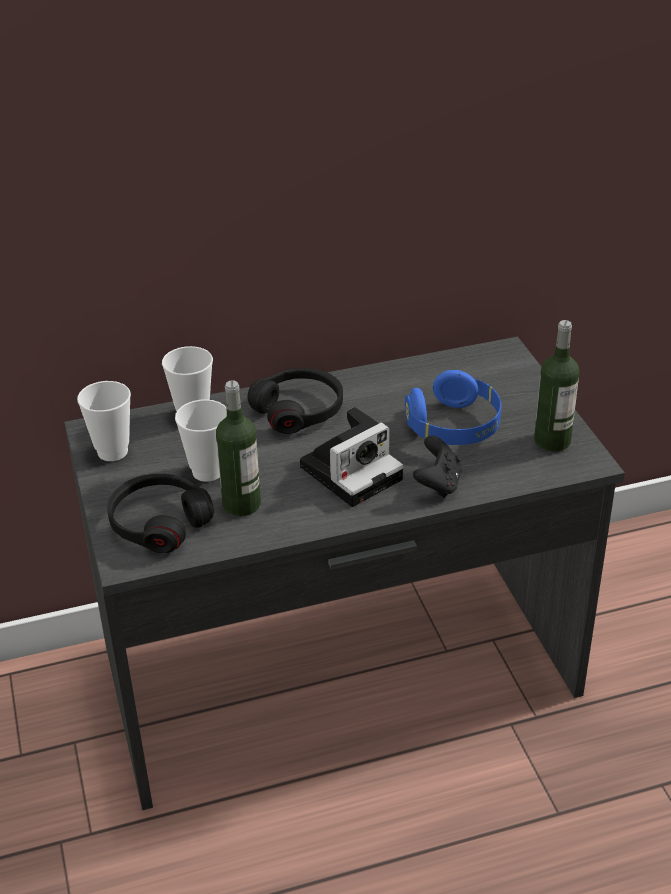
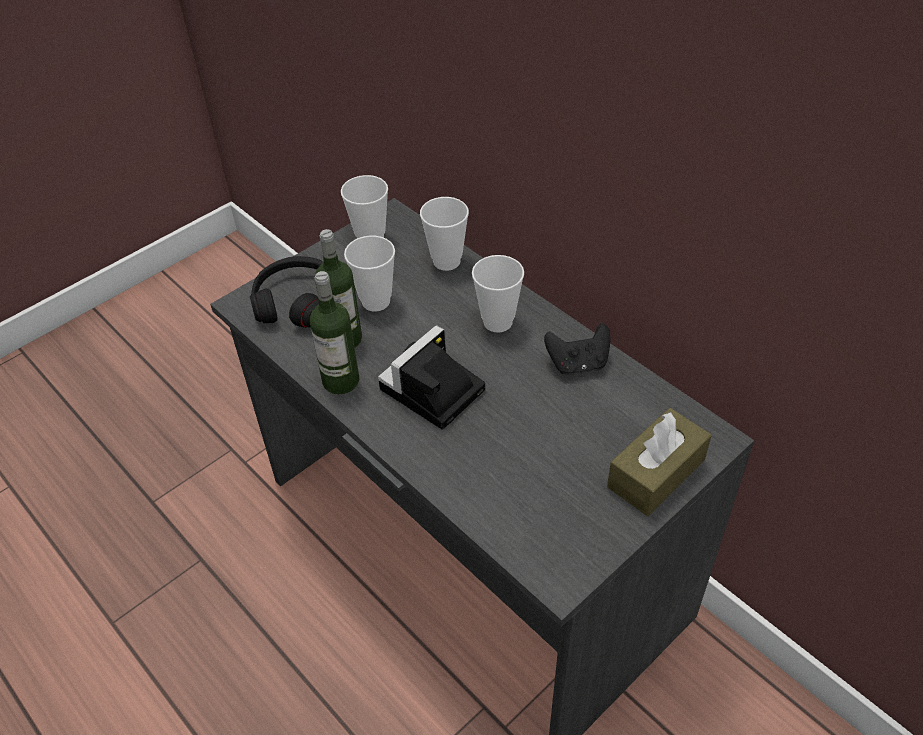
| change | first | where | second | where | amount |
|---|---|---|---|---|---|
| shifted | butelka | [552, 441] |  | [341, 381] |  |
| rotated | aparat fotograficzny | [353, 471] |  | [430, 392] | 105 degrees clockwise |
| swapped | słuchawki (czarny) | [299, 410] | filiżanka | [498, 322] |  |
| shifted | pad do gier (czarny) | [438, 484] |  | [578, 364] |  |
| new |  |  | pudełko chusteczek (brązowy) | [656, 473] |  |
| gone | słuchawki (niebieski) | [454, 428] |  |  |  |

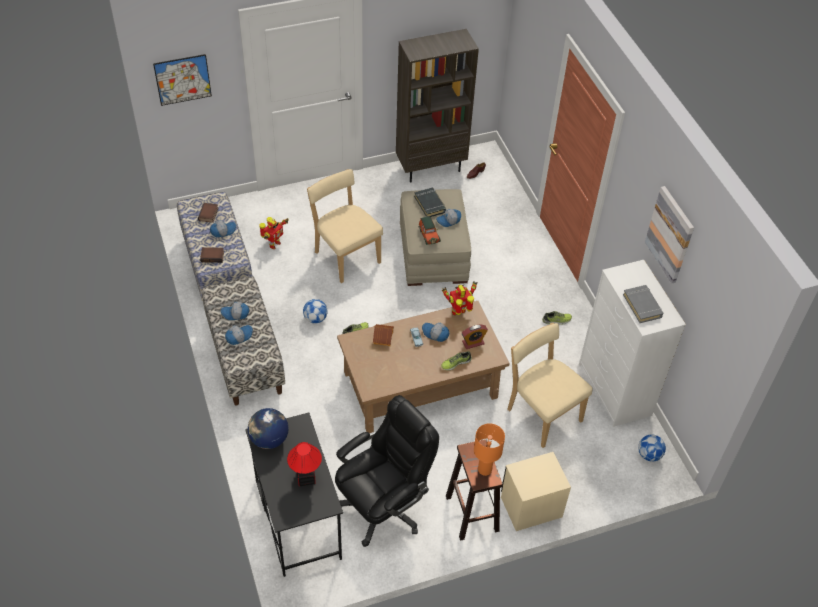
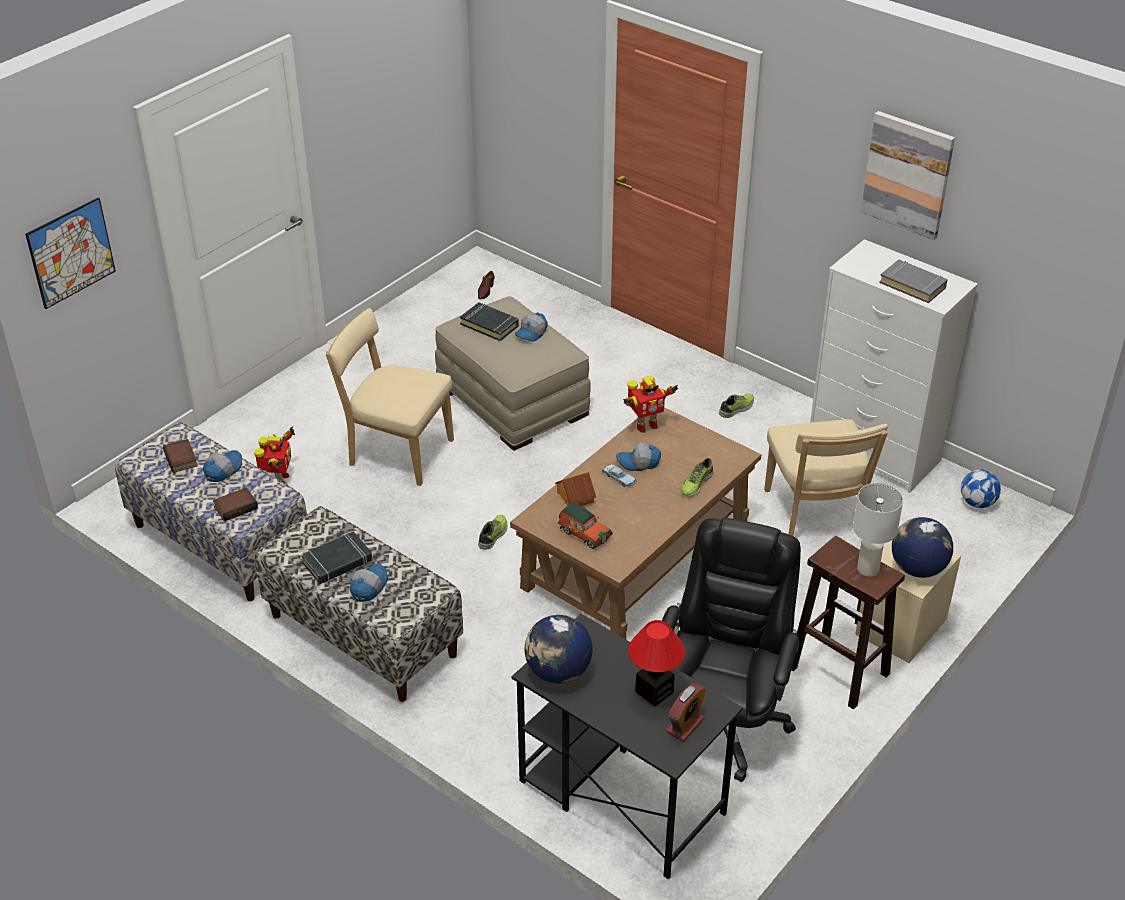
| change | first | where | second | where | amount |
|---|---|---|---|---|---|
| swapped | czapka z daszkiem | [235, 314] | książka (czarny) | [337, 562] |  |
| shifted | samochodzik | [428, 235] |  | [583, 533] |  |
| rotated | robot zabawkowy | [459, 312] |  | [645, 426] | 150 degrees counterclockwise |
| shifted | budzik | [473, 343] |  | [685, 725] |  |
| rotated | krzesło (beżowy) | [541, 413] |  | [814, 517] | 120 degrees counterclockwise |
| repainted | lampa stołowa (pomarańczowy) | [484, 469] | lampa stołowa (biały) | [867, 568] |  |
| new |  |  | globus | [917, 568] |  |
| gone | piłka futbolowa | [315, 318] |  |  |  |
| gone | regał (brązowy) | [431, 168] |  |  |  |

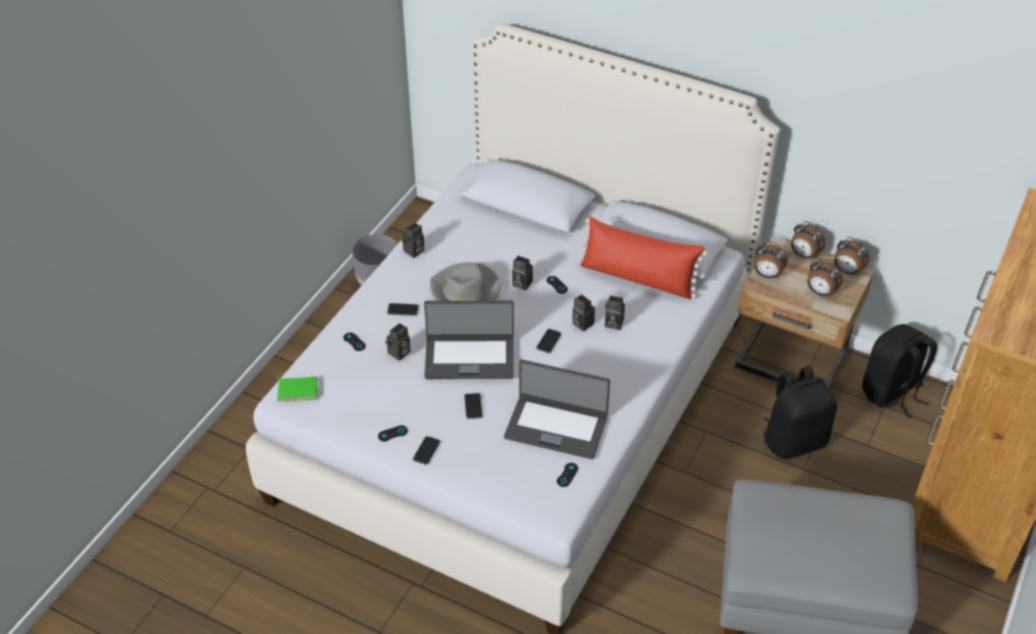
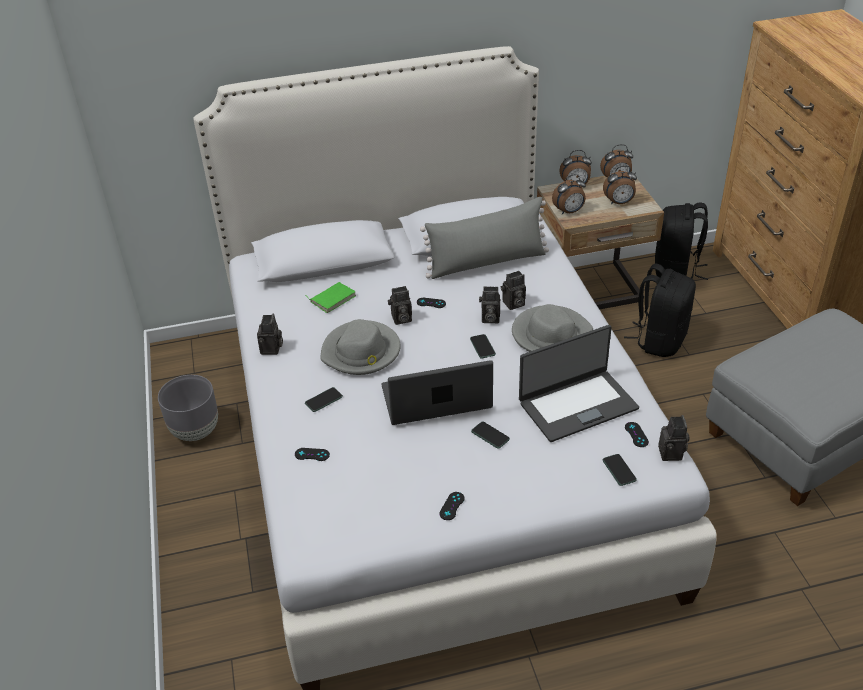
| change | first | where | second | where | amount |
|---|---|---|---|---|---|
| shifted | książka (zielony) | [298, 389] |  | [332, 298] |  |
| rotated | laptop | [469, 357] |  | [436, 399] | 150 degrees counterclockwise |
| repainted | poduszka (czerwony) | [638, 278] | poduszka (szary) | [487, 262] |  |
| new |  |  | kapelusz (szary) | [550, 334] |  |
| shifted | telefon | [426, 451] |  | [619, 470] |  |
| shifted | aparat fotograficzny | [399, 353] |  | [672, 454] |  |

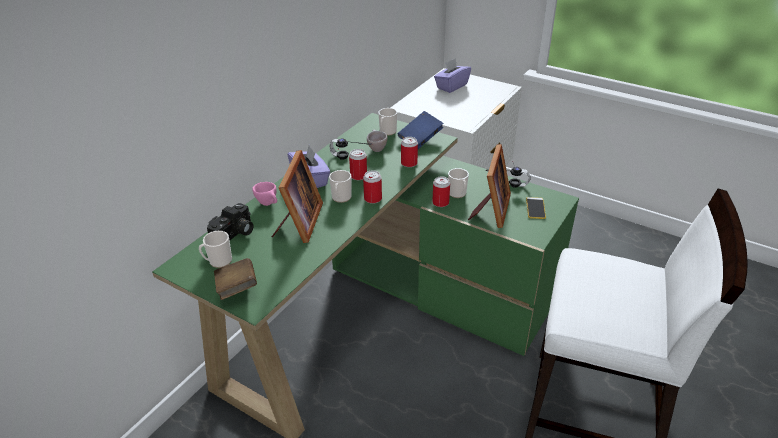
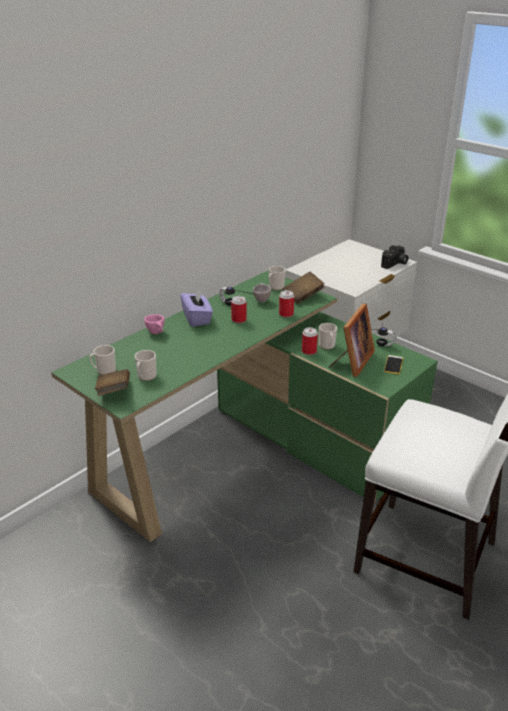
| change | first | where | second | where | amount |
|---|---|---|---|---|---|
| shifted | kubek | [340, 198] |  | [145, 376] |  |
| repainted | książka (niebieski) | [420, 139] | książka (brązowy) | [303, 296] |  |
| shifted | aparat fotograficzny | [235, 234] |  | [395, 264] |  |
| gone | ramka na zdjęcie | [299, 223] |  |  |  |
| gone | puszka | [373, 199] |  |  |  |
| gone | pudełko chusteczek (fioletowy) | [451, 86] |  |  |  |

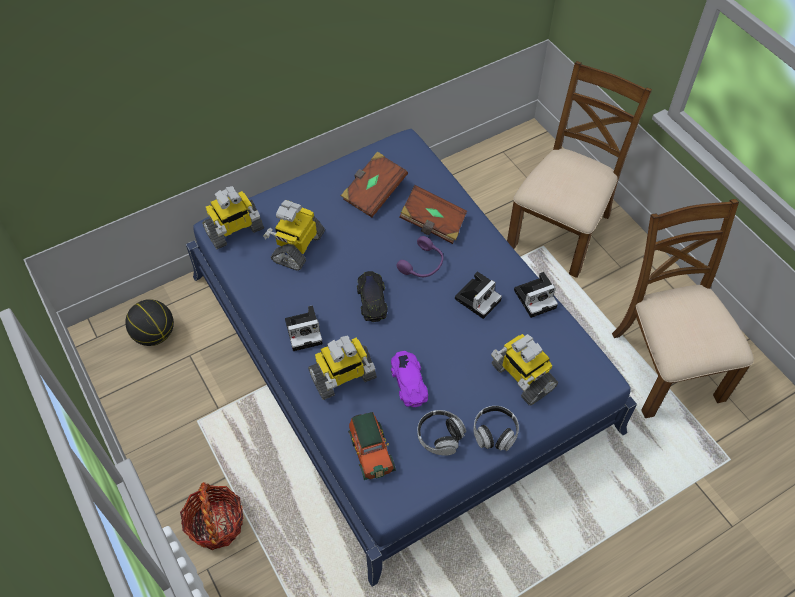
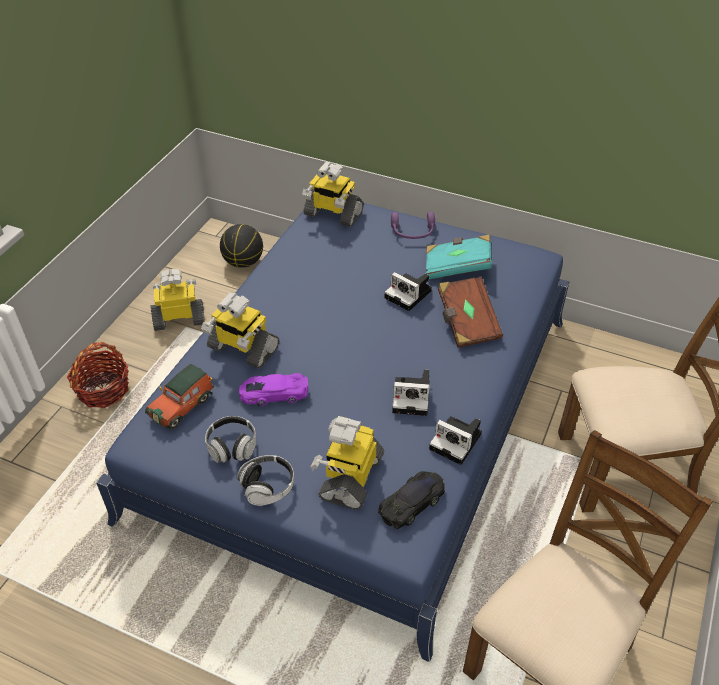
| change | first | where | second | where | amount |
|---|---|---|---|---|---|
| shifted | robot zabawkowy | [297, 247] |  | [180, 318] |  |
| rotated | samochodzik (fioletowy) | [408, 381] |  | [274, 393] | 135 degrees counterclockwise |
| shifted | samochodzik (czarny) | [372, 299] |  | [412, 502] |  |
| shifted | aparat fotograficzny | [305, 331] |  | [409, 295] |  |
| shifted | słuchawki (fioletowy) | [423, 265] |  | [413, 233] |  |
| repainted | książka (brązowy) | [373, 193] | książka (turkusowy) | [457, 267] |  |

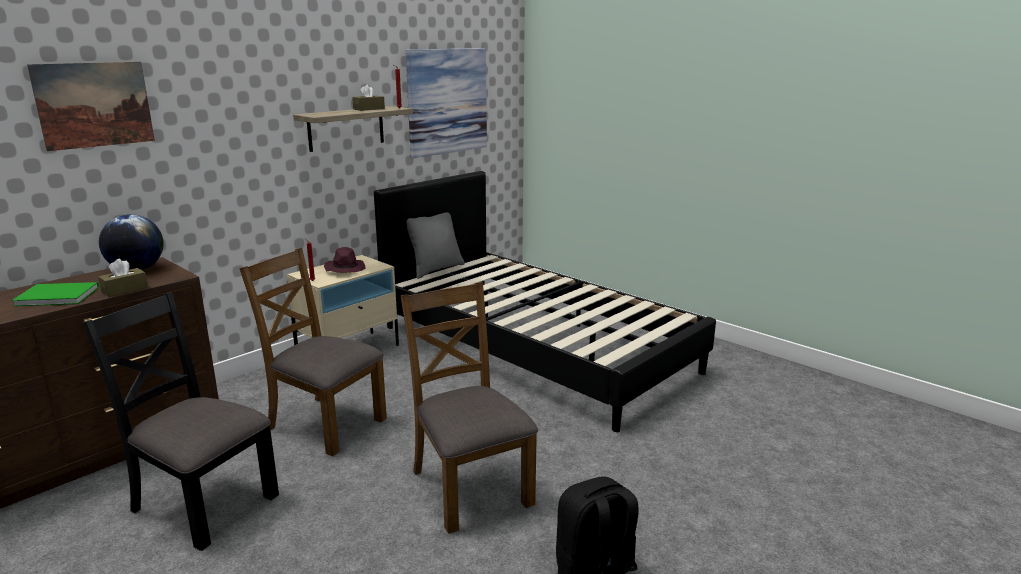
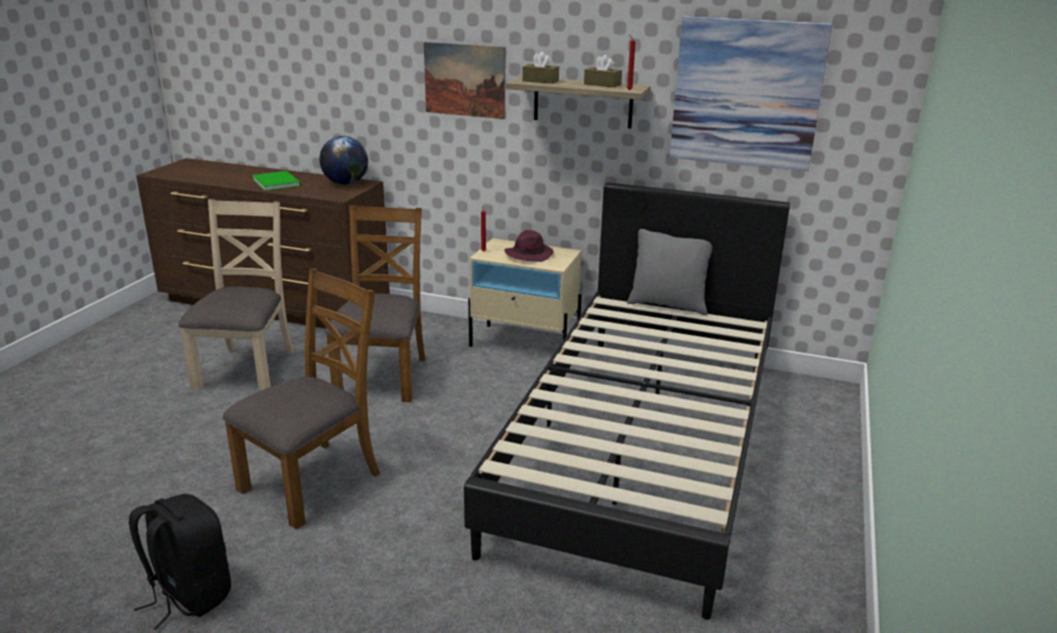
| change | first | where | second | where | amount |
|---|---|---|---|---|---|
| repainted | krzesło (czarny) | [203, 503] | krzesło (beżowy) | [247, 369] |  |
| shifted | obraz | [94, 105] |  | [464, 80] |  |
| shifted | pudełko chusteczek (brązowy) | [124, 289] |  | [540, 81] |  |

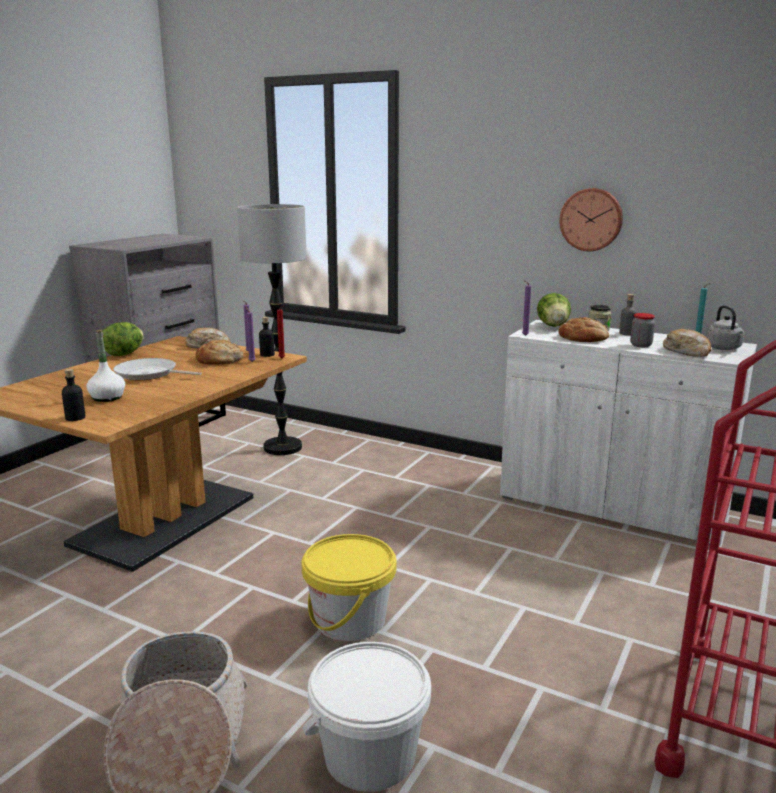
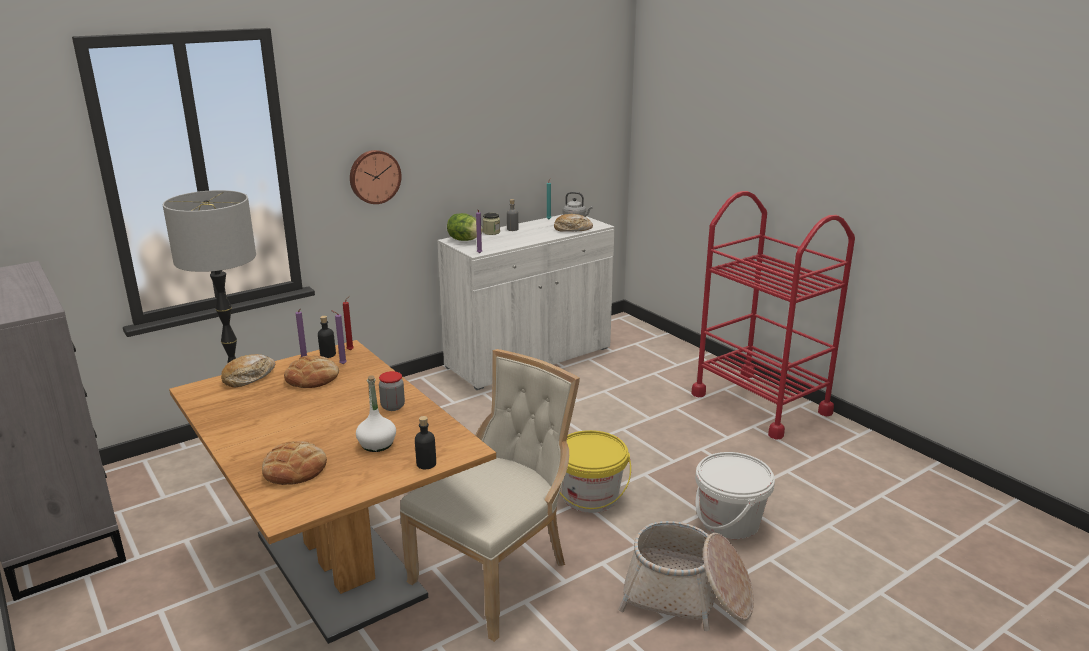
| change | first | where | second | where | amount |
|---|---|---|---|---|---|
| shifted | chleb | [583, 337] |  | [294, 469] |  |
| shifted | zegar ścienny | [591, 219] |  | [374, 176] |  |
| shifted | słoik | [640, 345] |  | [393, 406] |  |
| new |  |  | krzesło (beżowy) | [496, 575] |  |
| gone | sałata | [124, 354] |  |  |  |
| gone | patelnia | [149, 374] |  |  |  |

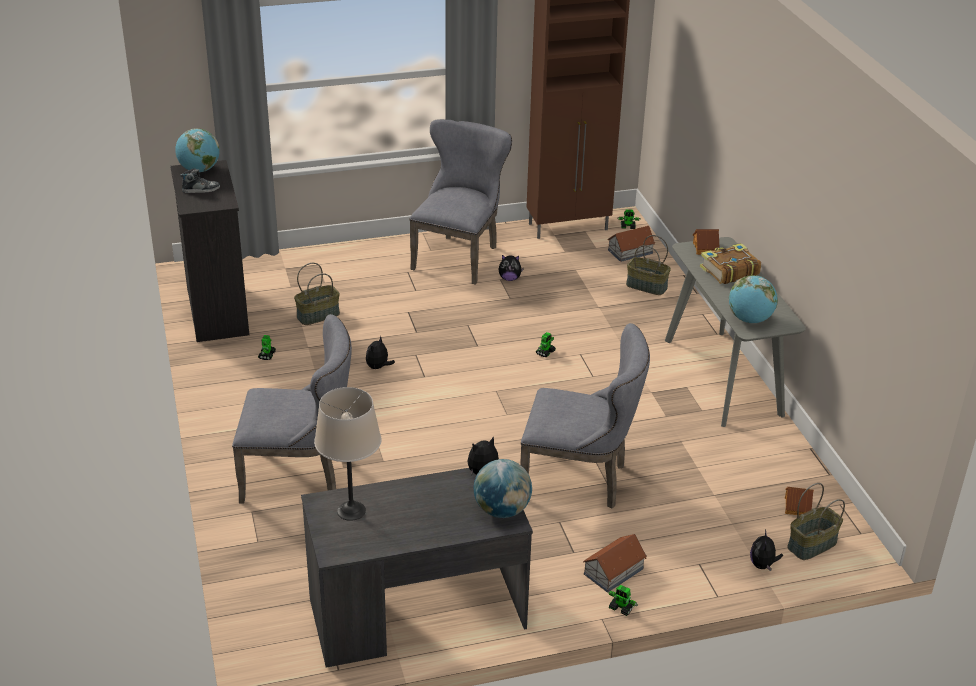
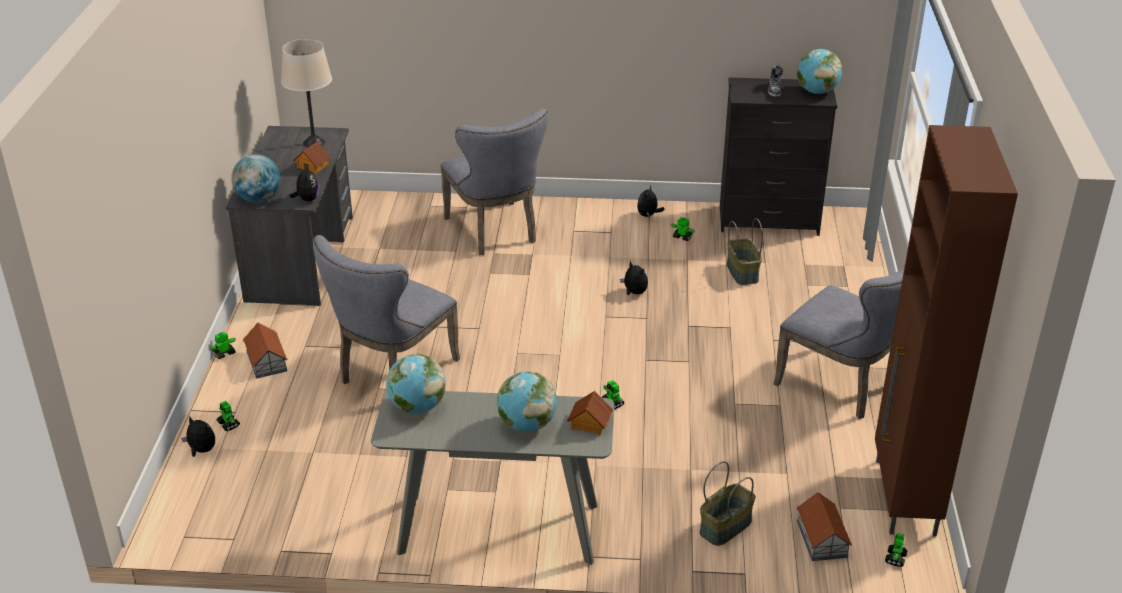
| change | first | where | second | where | amount |
|---|---|---|---|---|---|
| new |  |  | robot zabawkowy | [228, 424] |  |
| shifted | domek | [796, 506] |  | [313, 165] |  |
| rotated | krzesło (szary) | [301, 476] |  | [495, 232] | 45 degrees counterclockwise |
| swapped | książka | [728, 271] | globus | [527, 425] |  |
| shifted | pluszak | [509, 278] |  | [648, 215] |  |
| gone | koszyk | [812, 545] |  |  |  |

